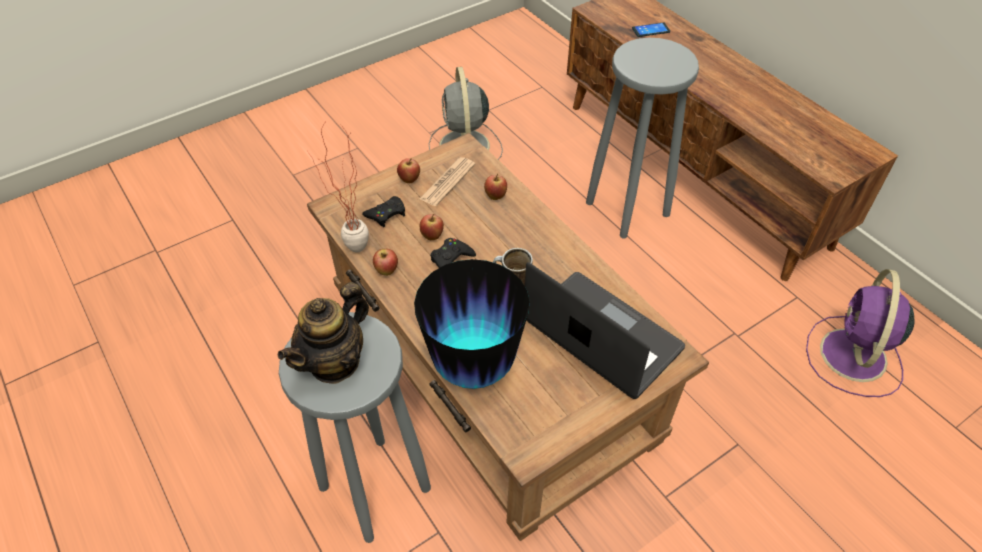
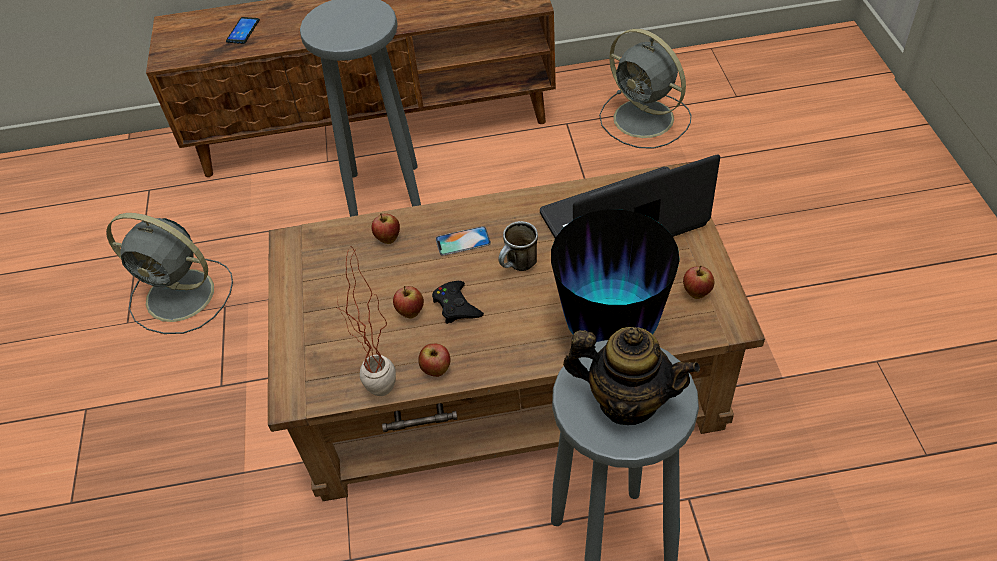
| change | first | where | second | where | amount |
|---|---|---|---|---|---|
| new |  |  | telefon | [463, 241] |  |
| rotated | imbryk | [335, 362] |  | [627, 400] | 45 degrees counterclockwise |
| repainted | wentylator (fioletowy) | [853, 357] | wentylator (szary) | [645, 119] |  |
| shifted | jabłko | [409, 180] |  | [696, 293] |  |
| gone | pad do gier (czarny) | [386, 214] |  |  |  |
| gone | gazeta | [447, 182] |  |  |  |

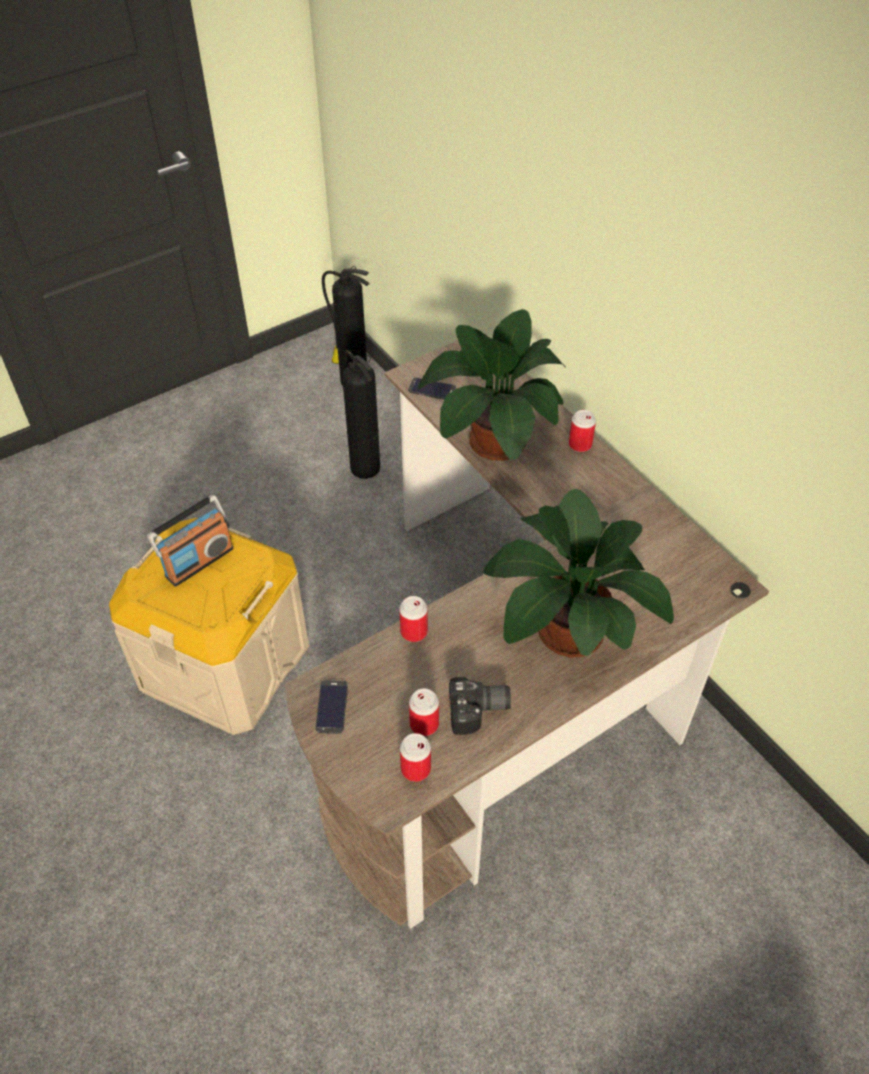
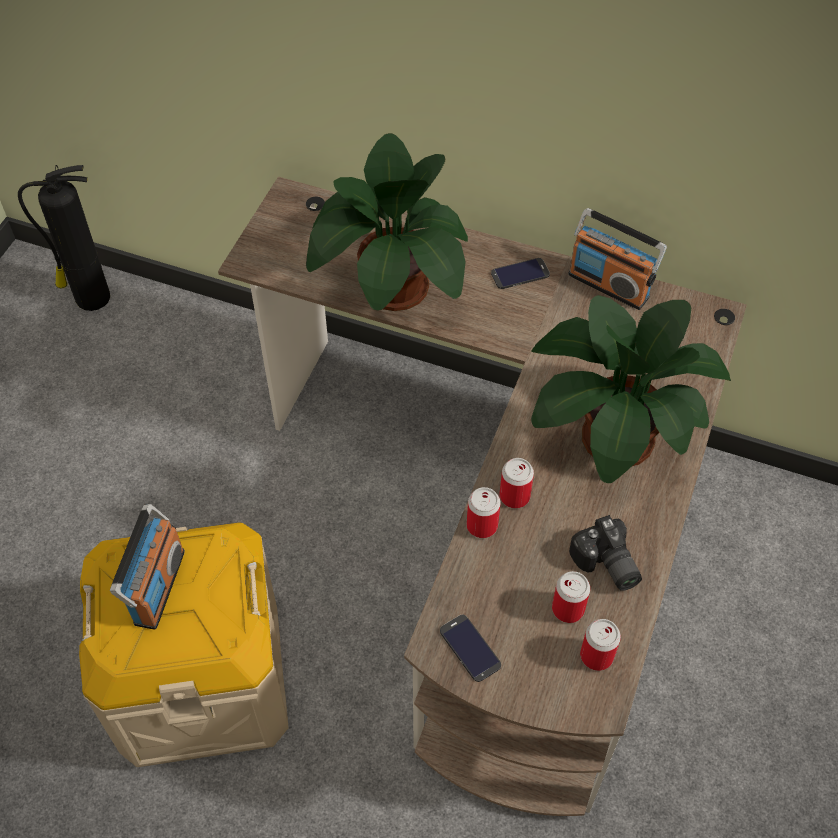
| change | first | where | second | where | amount |
|---|---|---|---|---|---|
| shifted | telefon | [432, 389] |  | [520, 274] |  |
| shifted | puszka | [580, 444] |  | [514, 496] |  |
| new |  |  | radio | [609, 285] |  |
| rotated | aparat fotograficzny | [479, 712] |  | [605, 565] | 105 degrees clockwise |
| gone | gaśnica | [364, 467] |  |  |  |

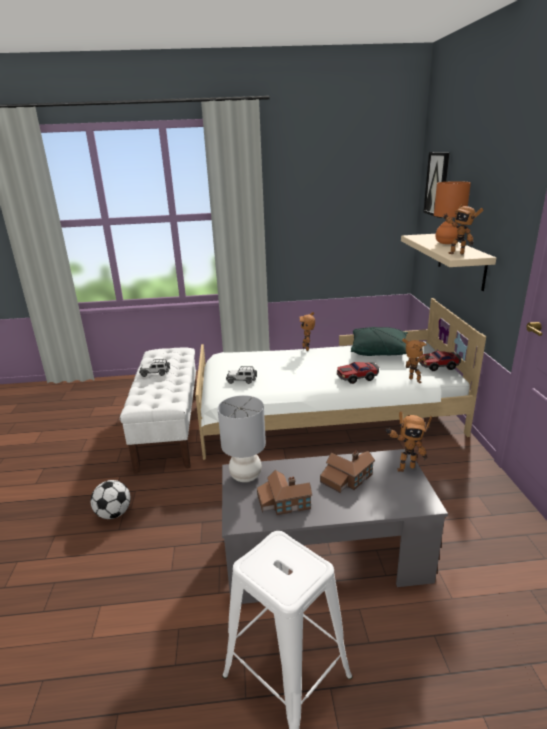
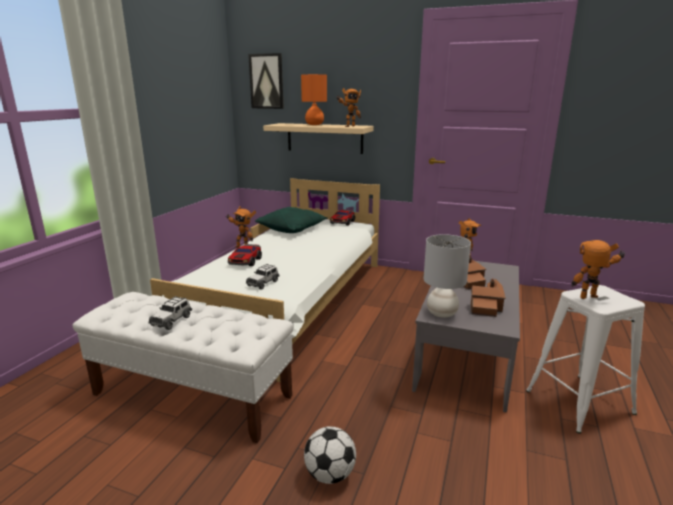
| change | first | where | second | where | amount |
|---|---|---|---|---|---|
| shifted | samochodzik | [357, 377] |  | [245, 261] |  |
| shifted | robot zabawkowy | [413, 381] |  | [591, 299] |  |

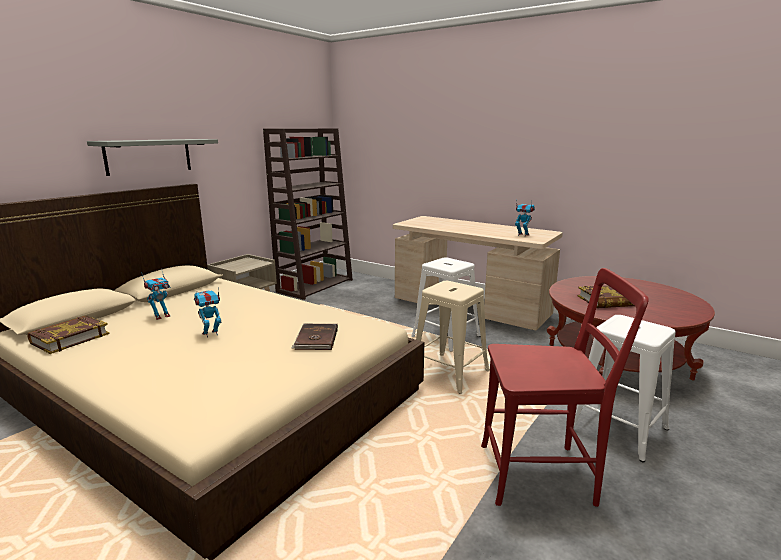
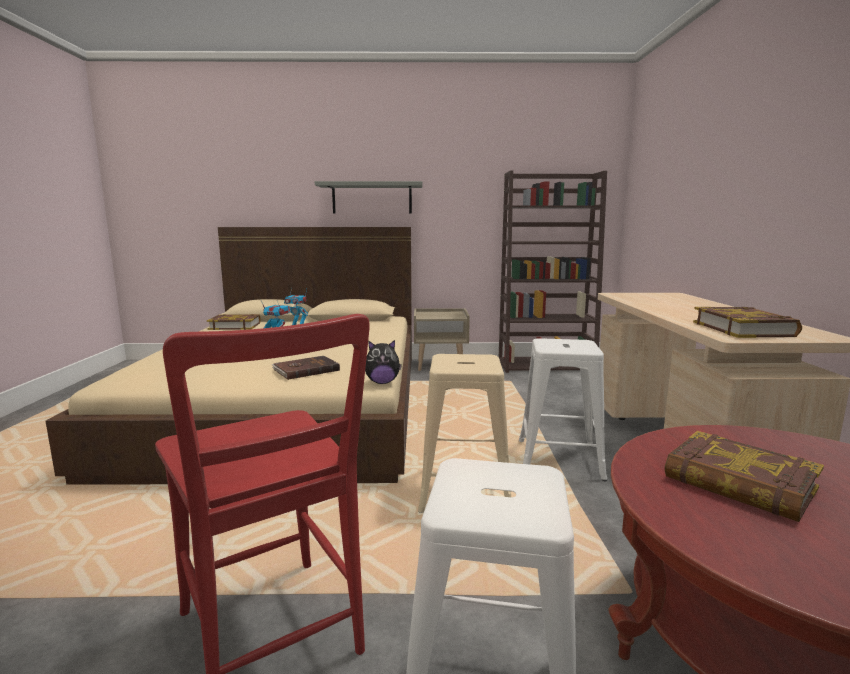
| change | first | where | second | where | amount |
|---|---|---|---|---|---|
| new |  |  | pluszak | [382, 382] |  |
| swapped | robot zabawkowy | [523, 235] | książka | [743, 329] |  |

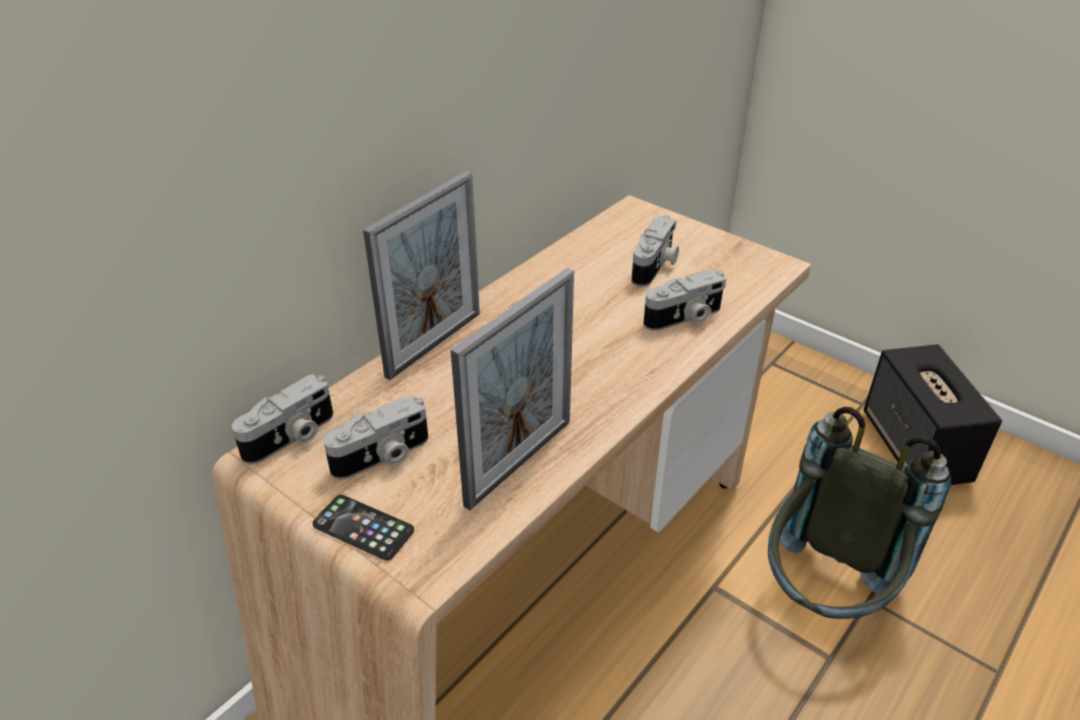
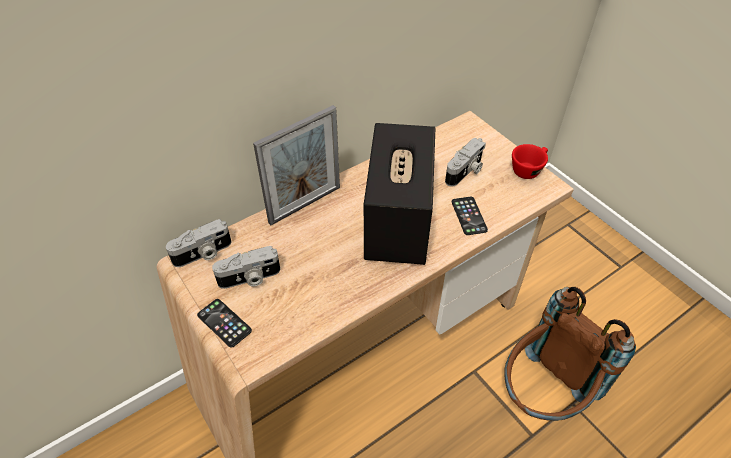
| change | first | where | second | where | amount |
|---|---|---|---|---|---|
| shifted | głośnik | [916, 448] |  | [398, 223] |  |
| swapped | aparat fotograficzny | [684, 318] | telefon | [469, 216] |  |
| repainted | plecak (szary) | [823, 597] | plecak (brązowy) | [542, 395] |  |
| new |  |  | filiżanka (czerwony) | [528, 169] |  |
| gone | ramka na zdjęcie | [519, 462] |  |  |  |

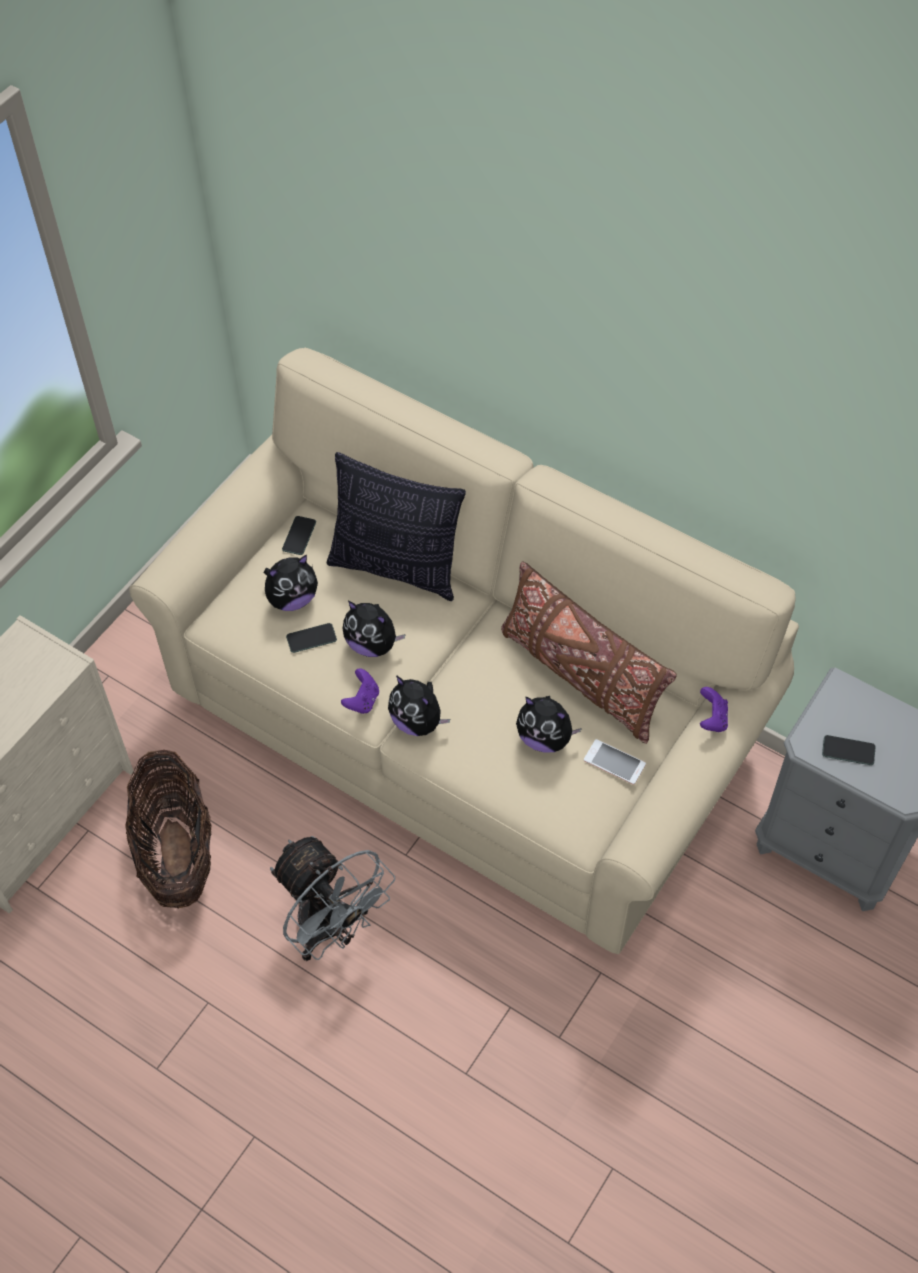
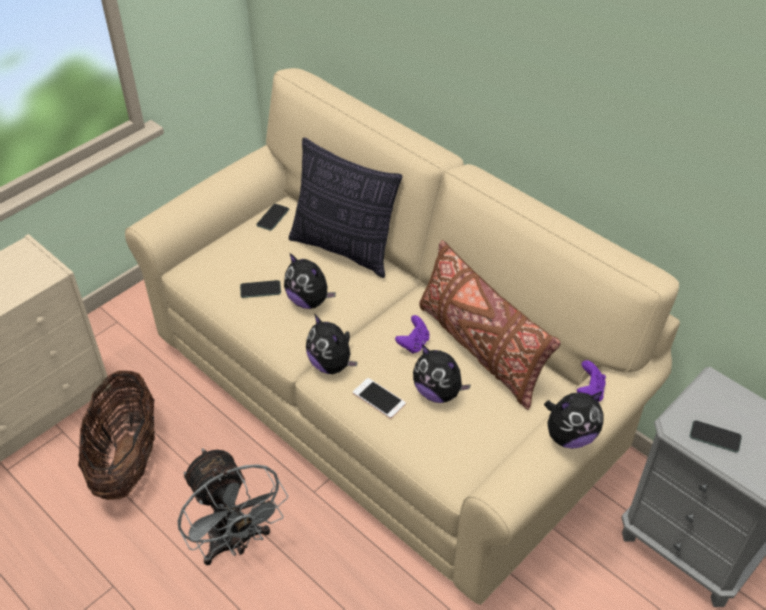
| change | first | where | second | where | amount |
|---|---|---|---|---|---|
| shifted | telefon | [614, 762] |  | [379, 398] |  |
| shifted | pad do gier (fioletowy) | [362, 700] |  | [413, 344] |  |
| shifted | pluszak | [292, 599] |  | [569, 436] |  |

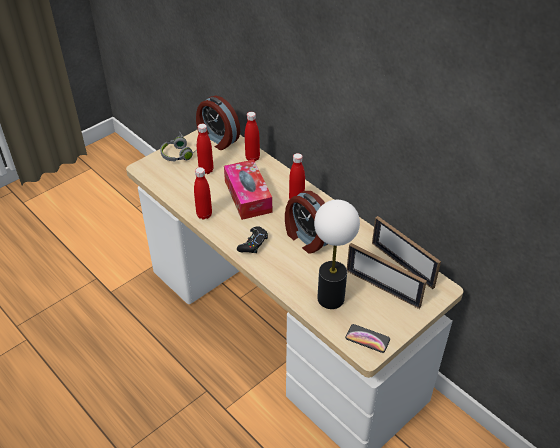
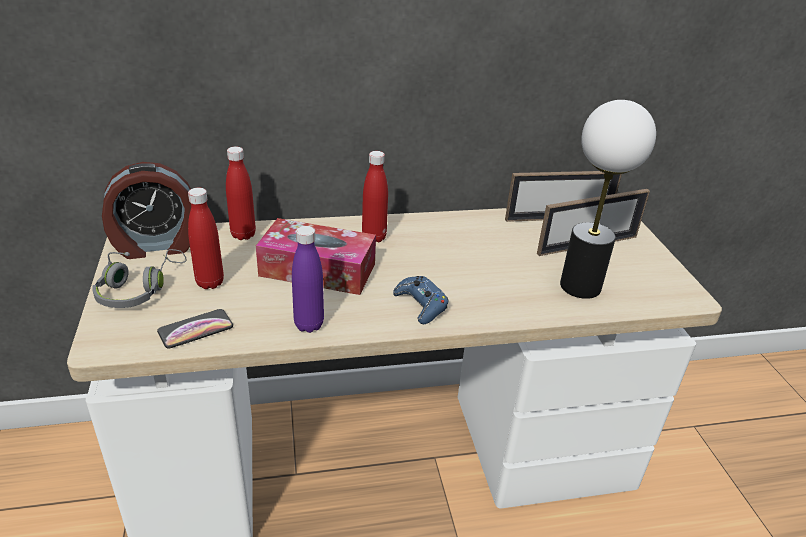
| change | first | where | second | where | amount |
|---|---|---|---|---|---|
| shifted | telefon | [367, 339] |  | [195, 329] |  |
| repainted | butelka (czerwony) | [204, 215] | butelka (fioletowy) | [309, 325] |  |
| repainted | pad do gier (czarny) | [253, 243] | pad do gier (niebieski) | [421, 305] |  |
| gone | budzik | [306, 238] |  |  |  |

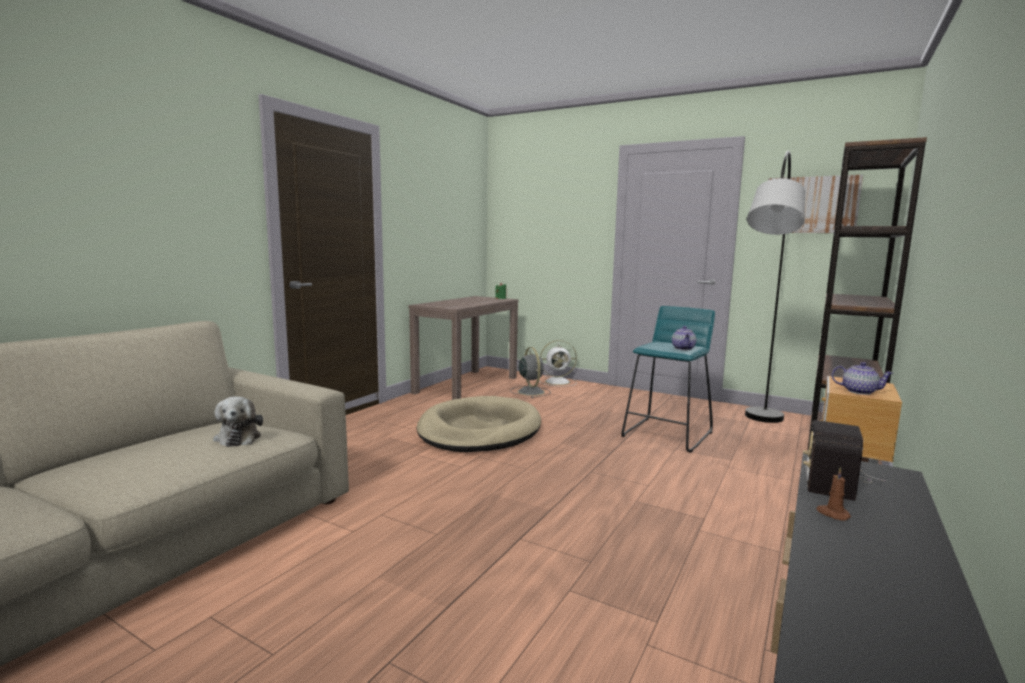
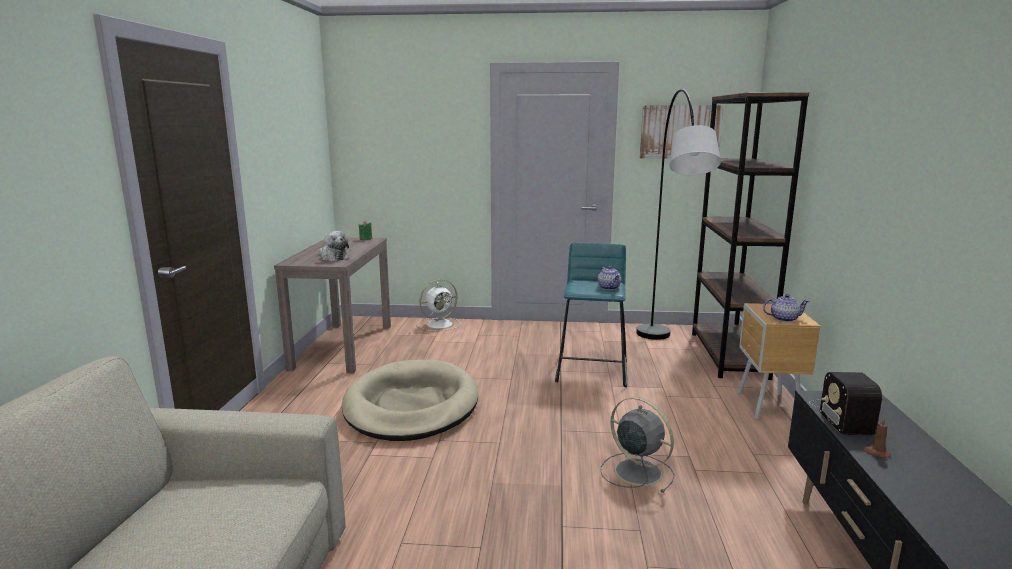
| change | first | where | second | where | amount |
|---|---|---|---|---|---|
| shifted | pluszak | [238, 437] |  | [333, 258] |  |
| shifted | wentylator (szary) | [530, 391] |  | [636, 471] |  |

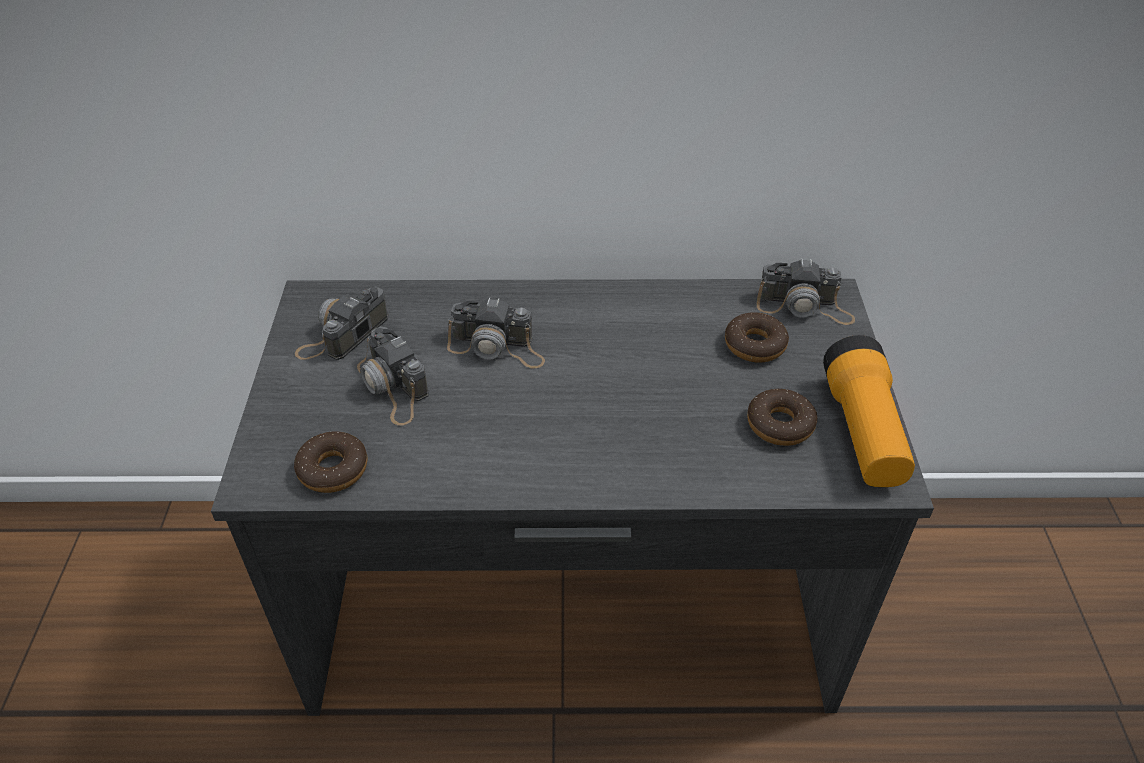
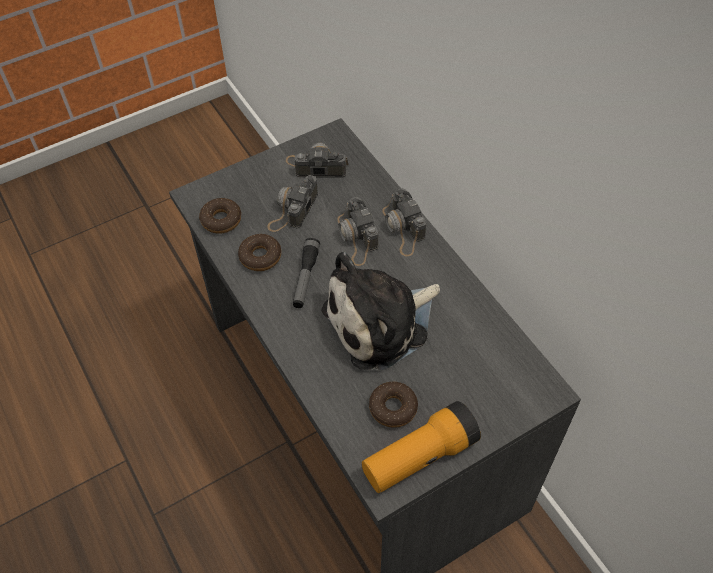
| change | first | where | second | where | amount |
|---|---|---|---|---|---|
| shifted | donut | [755, 345] |  | [260, 257] |  |
| new |  |  | latarka | [305, 277] |  |
| new |  |  | pluszak | [381, 322] |  |
| shifted | aparat fotograficzny | [804, 307] |  | [403, 228] |  |

